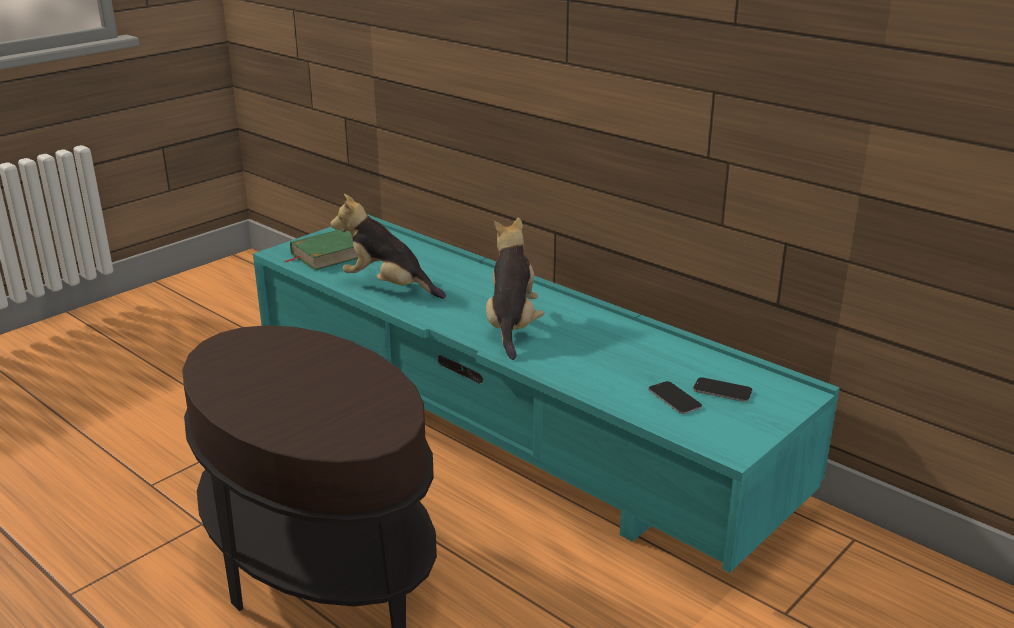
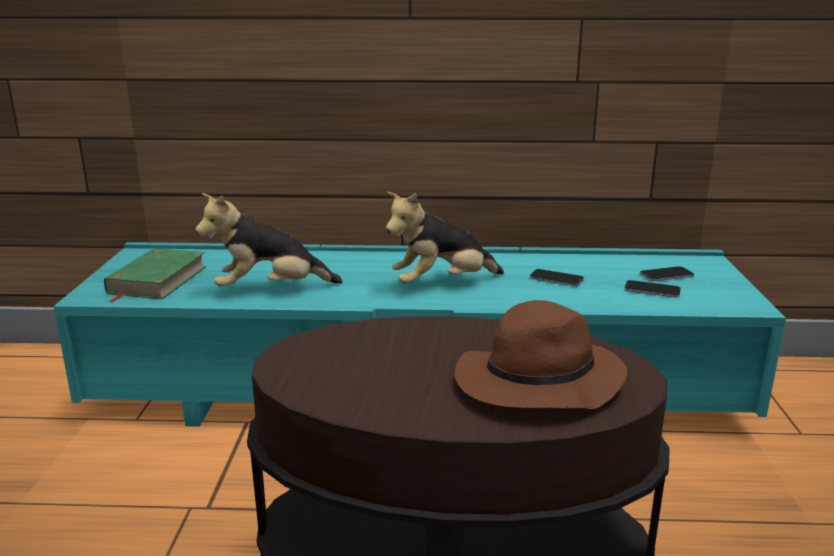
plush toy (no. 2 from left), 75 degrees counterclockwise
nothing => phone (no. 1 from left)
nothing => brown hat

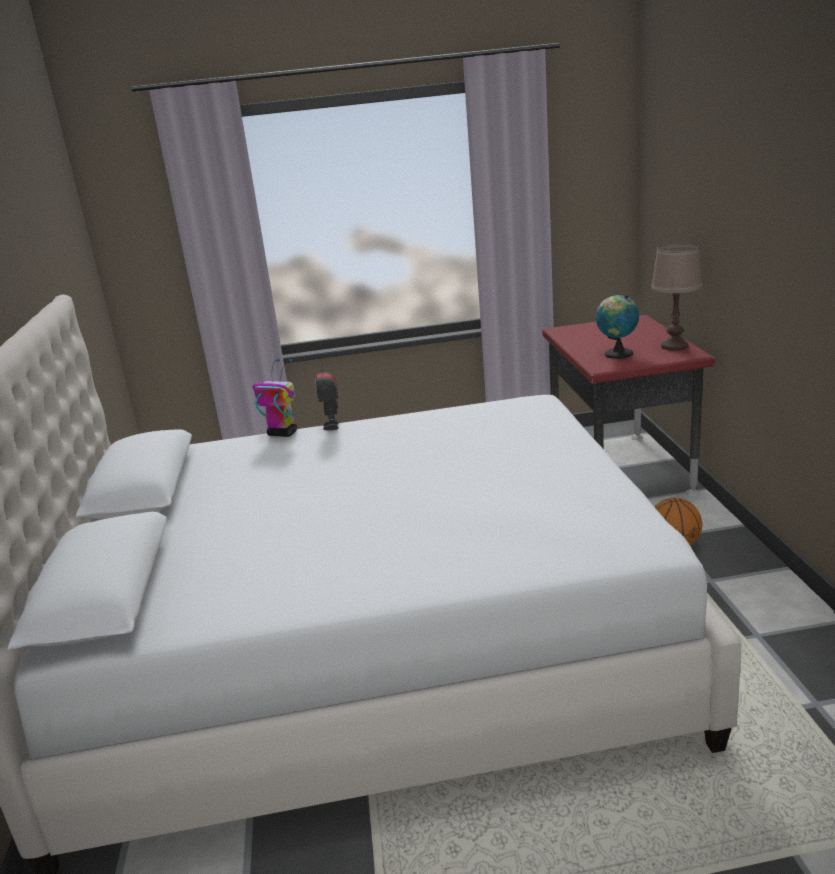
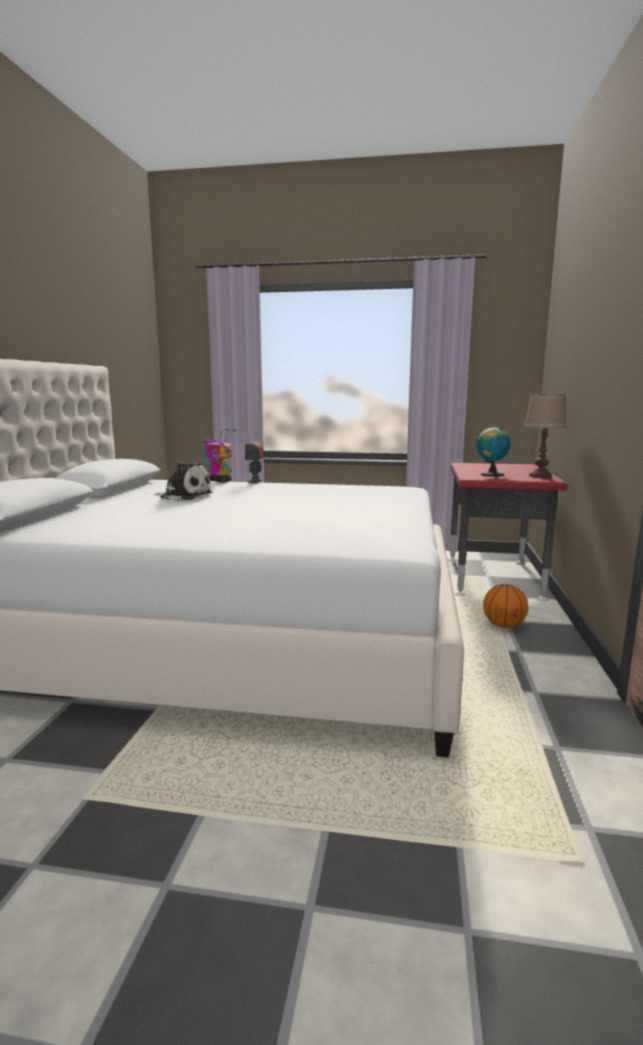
nothing => plush toy

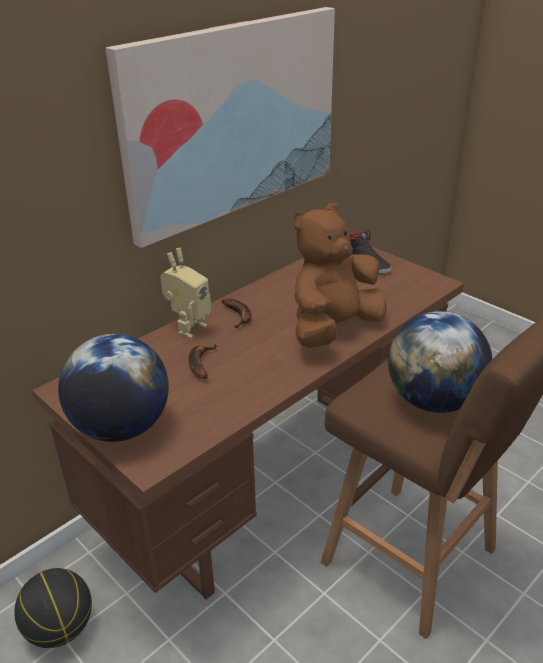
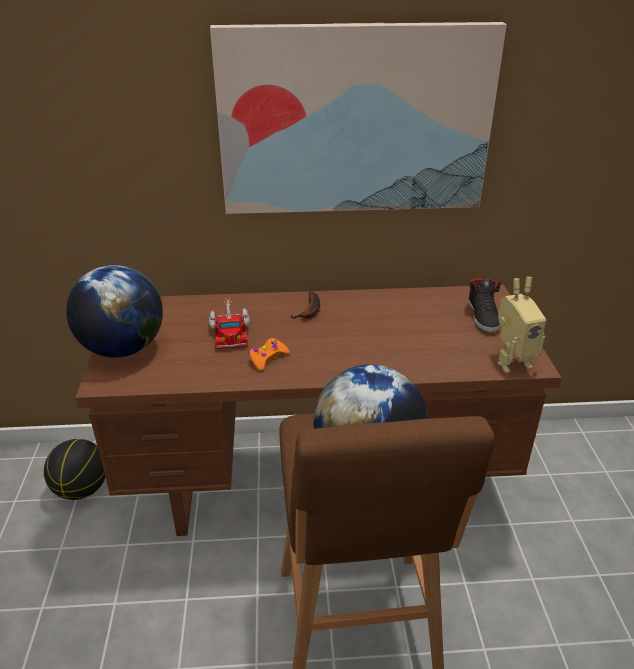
brown plush toy => nothing
toy robot, shifted
banana (no. 1 from left) => toy truck
nothing => orange game controller

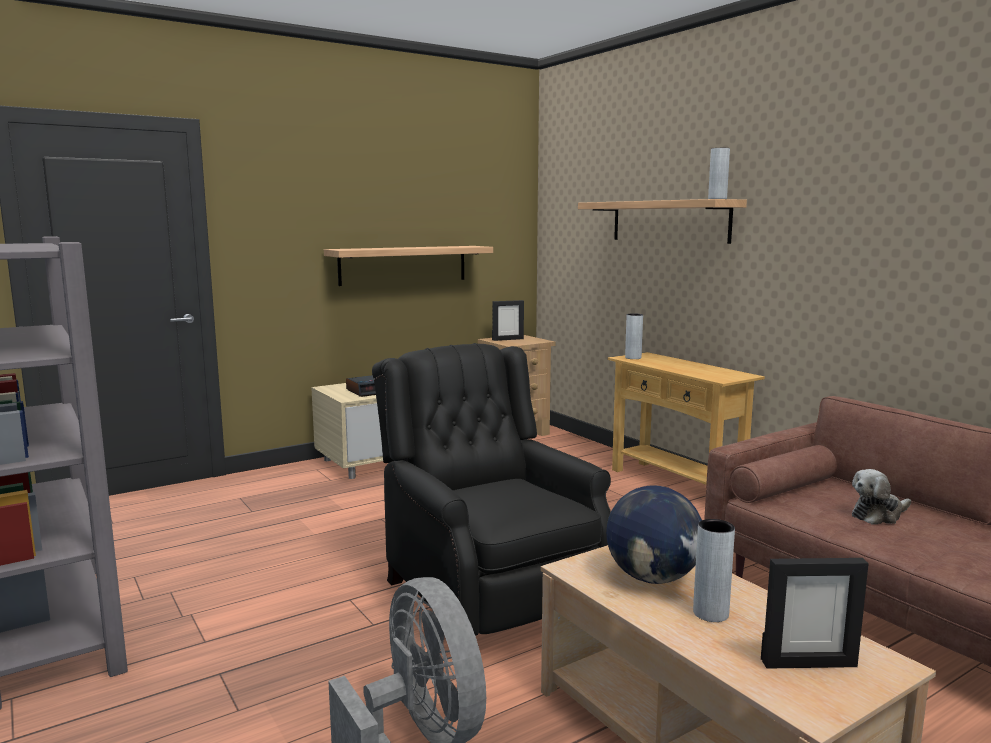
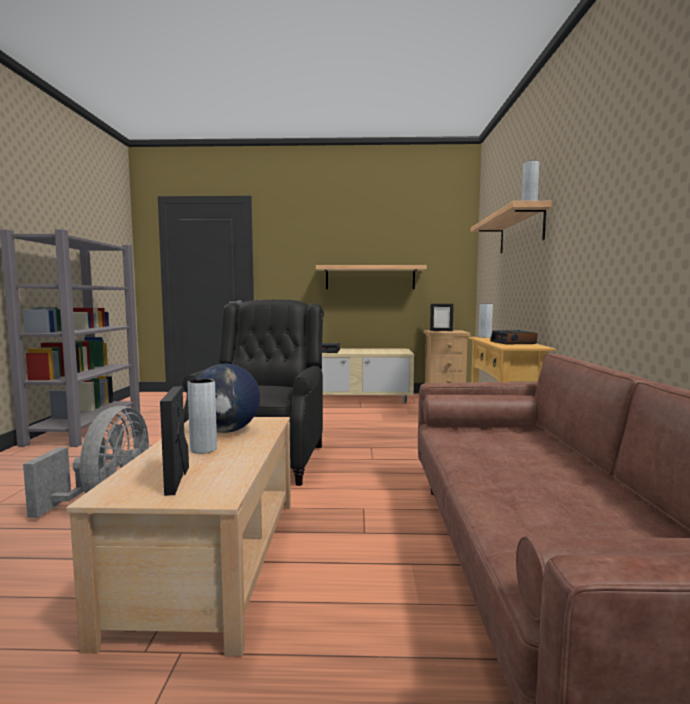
plush toy => nothing
picture frame (no. 2 from left in the first image) => picture frame (no. 1 from left), 45 degrees clockwise
nothing => alarm clock (no. 2 from left)

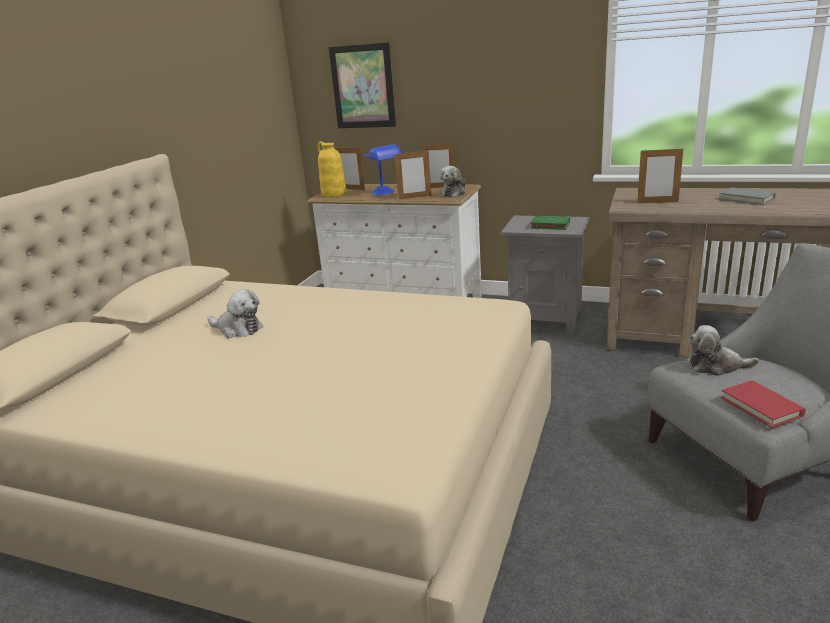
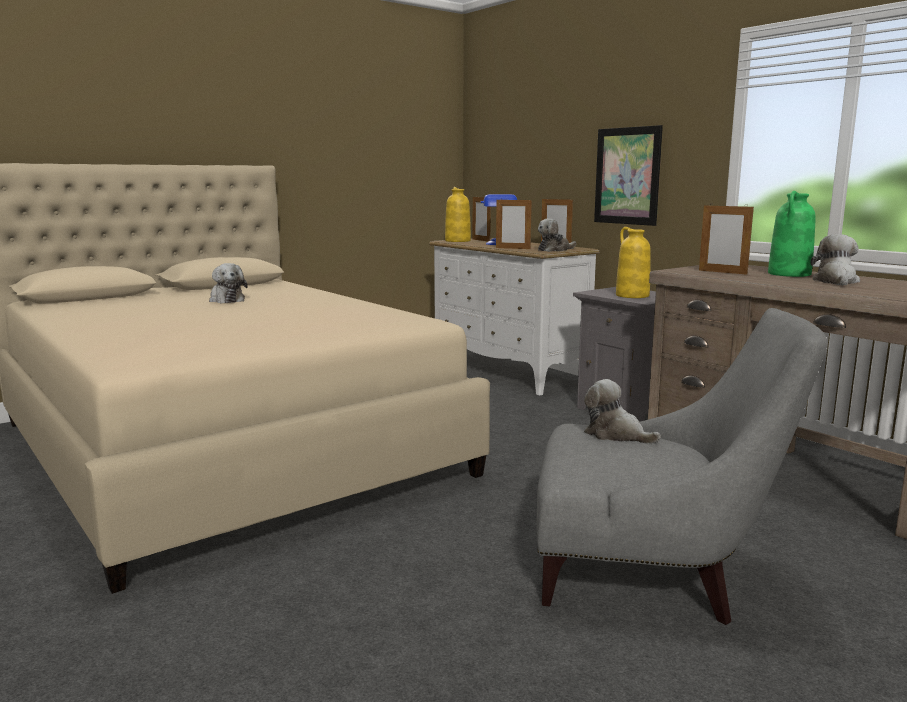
picture, shifted
grey book => plush toy (no. 4 from left)
green book => yellow vase (no. 2 from left)
red book => nothing
nothing => green vase

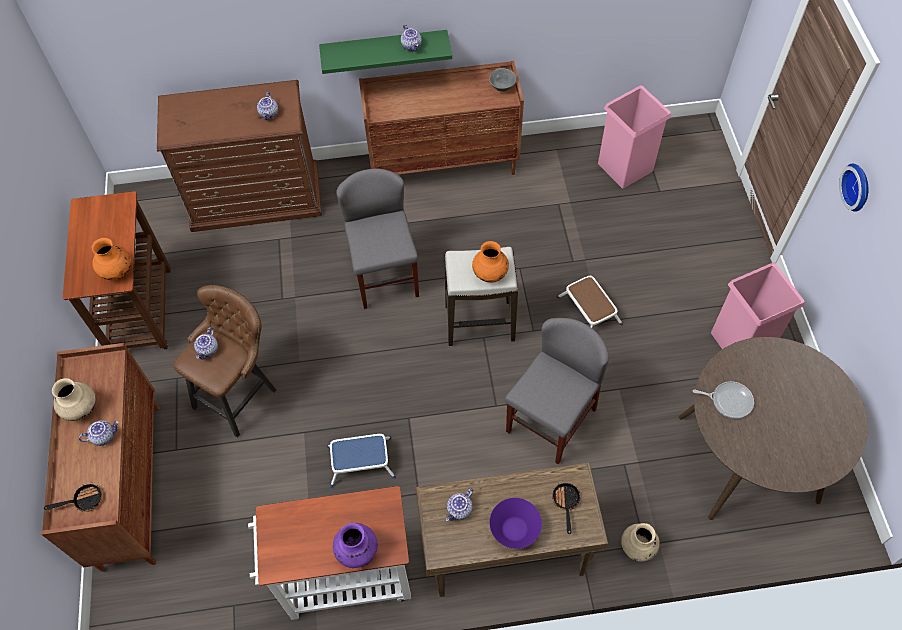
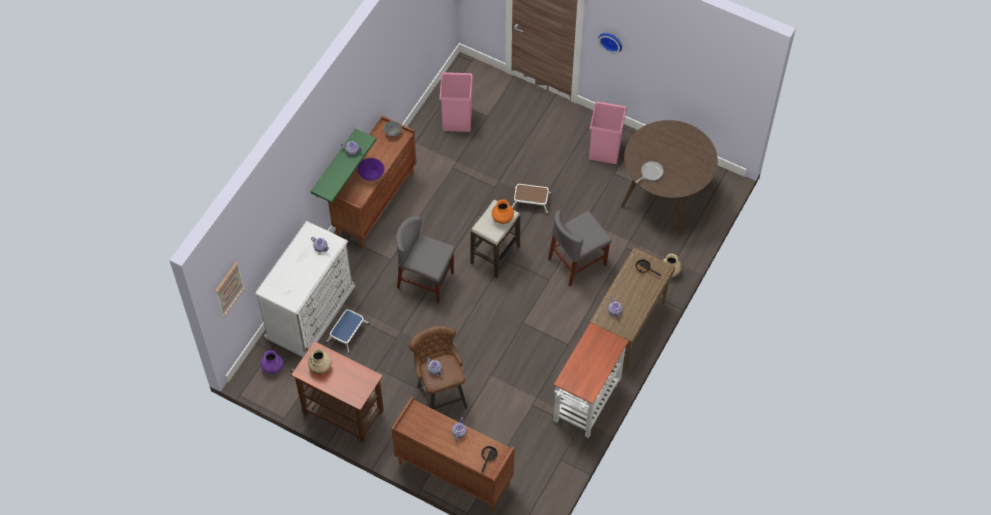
brown dresser => white dresser
orange vase (no. 1 from left) => nothing
grey chair (no. 2 from left), 105 degrees counterclockwise
beige vase (no. 1 from left), shifted
blue step ladder, shifted
purple bowl, shifted
purple vase, shifted
nothing => picture

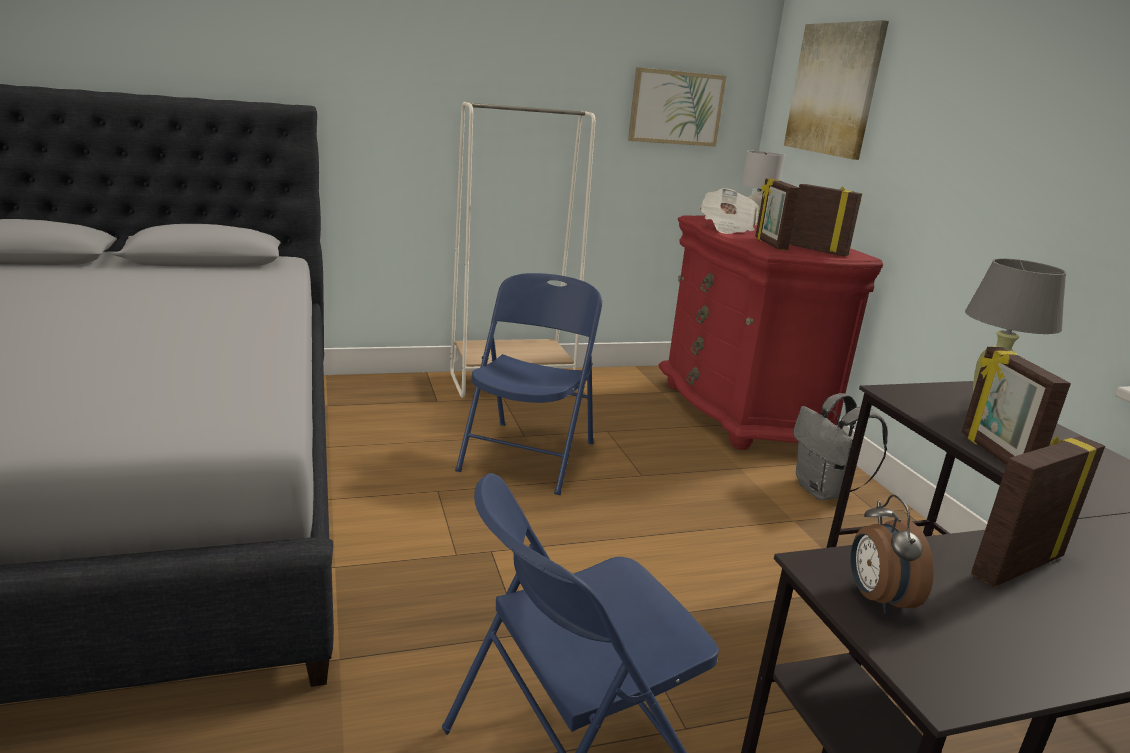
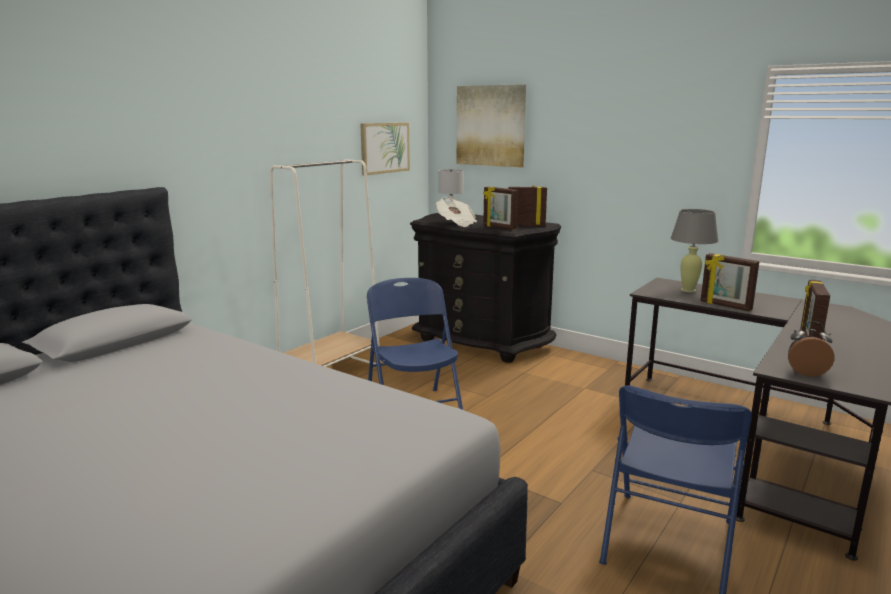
red dresser => black dresser
grey backpack => nothing
alarm clock, 150 degrees clockwise

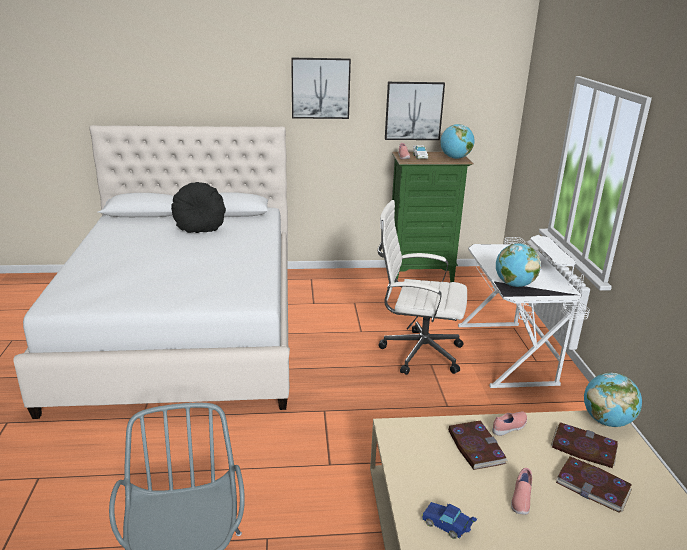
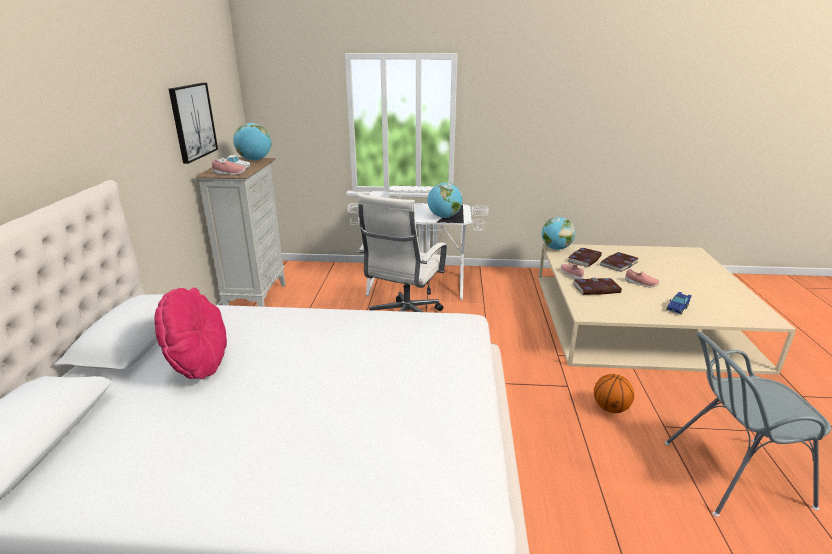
picture (no. 1 from left) => nothing
green dresser => white dresser
black pillow => pink pillow
nothing => basketball

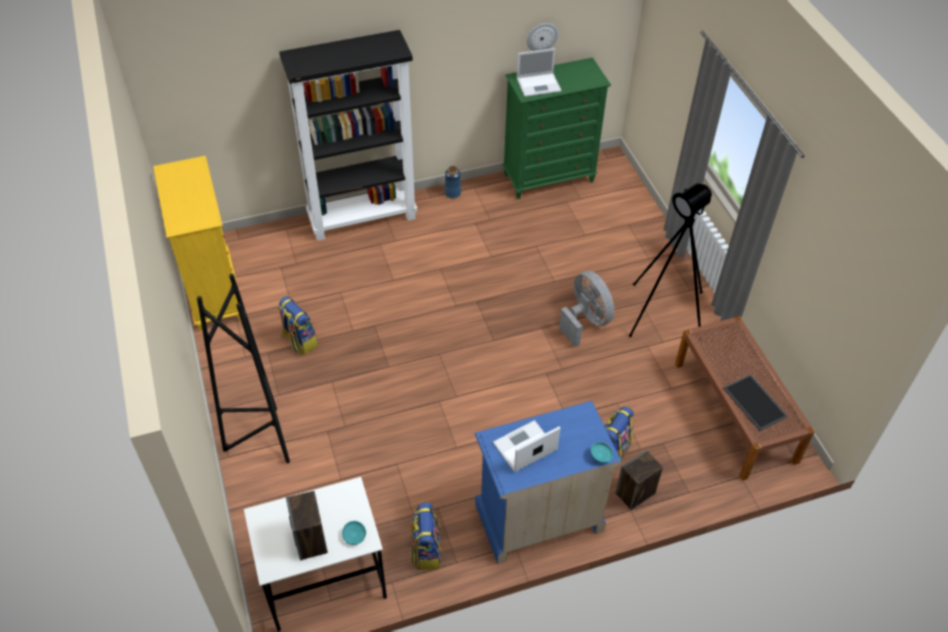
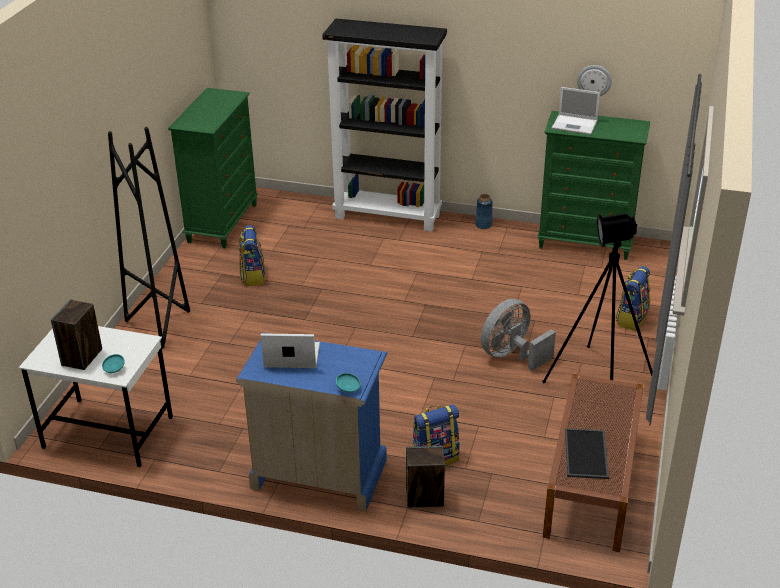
yellow dresser => green dresser (no. 1 from left)
grey fan, 135 degrees counterclockwise
backpack (no. 2 from left in the first image) => backpack (no. 3 from left), shifted

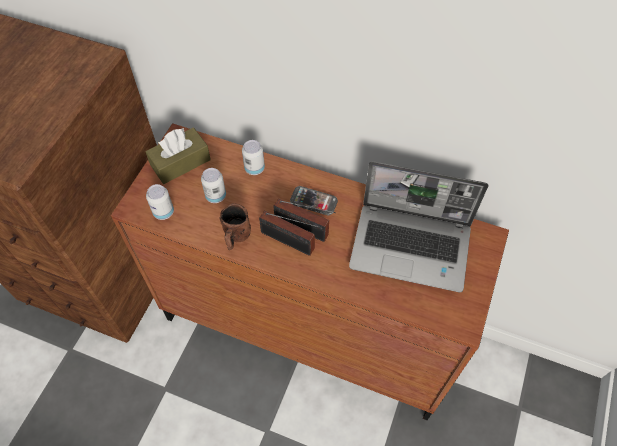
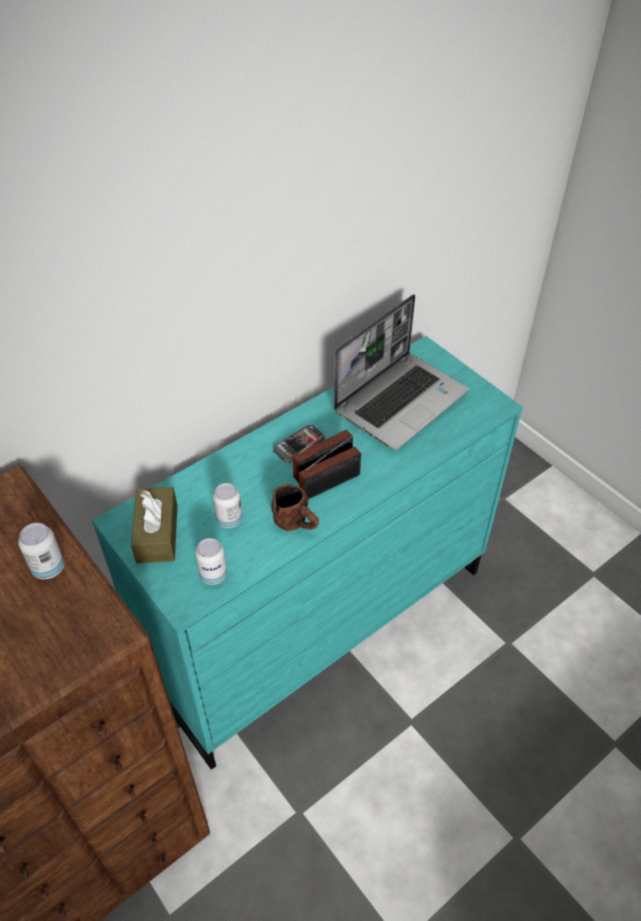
brown dresser (no. 2 from left) => turquoise dresser
can (no. 3 from left in the first image) => can (no. 1 from left), shifted

